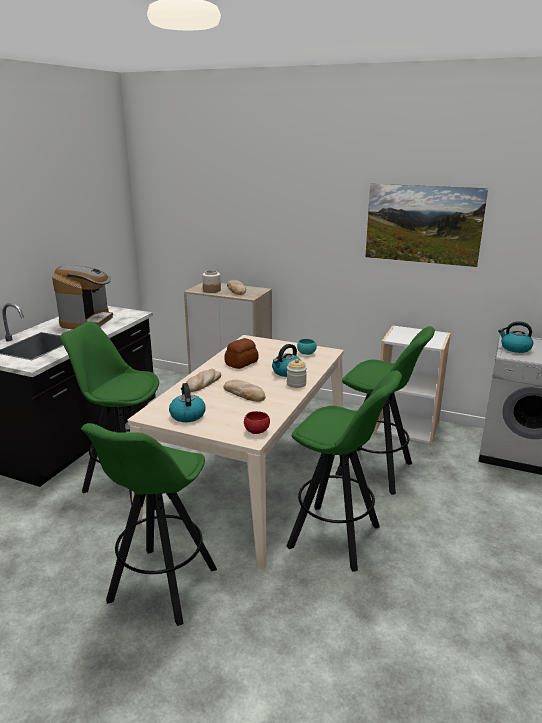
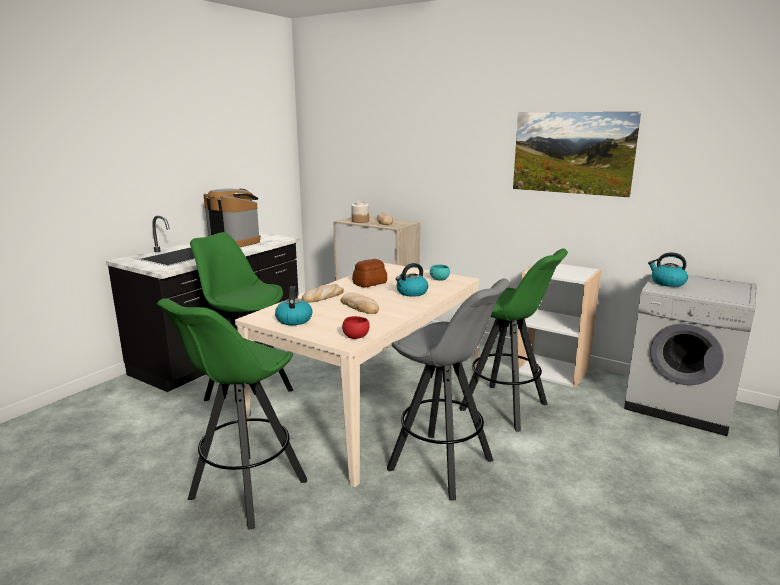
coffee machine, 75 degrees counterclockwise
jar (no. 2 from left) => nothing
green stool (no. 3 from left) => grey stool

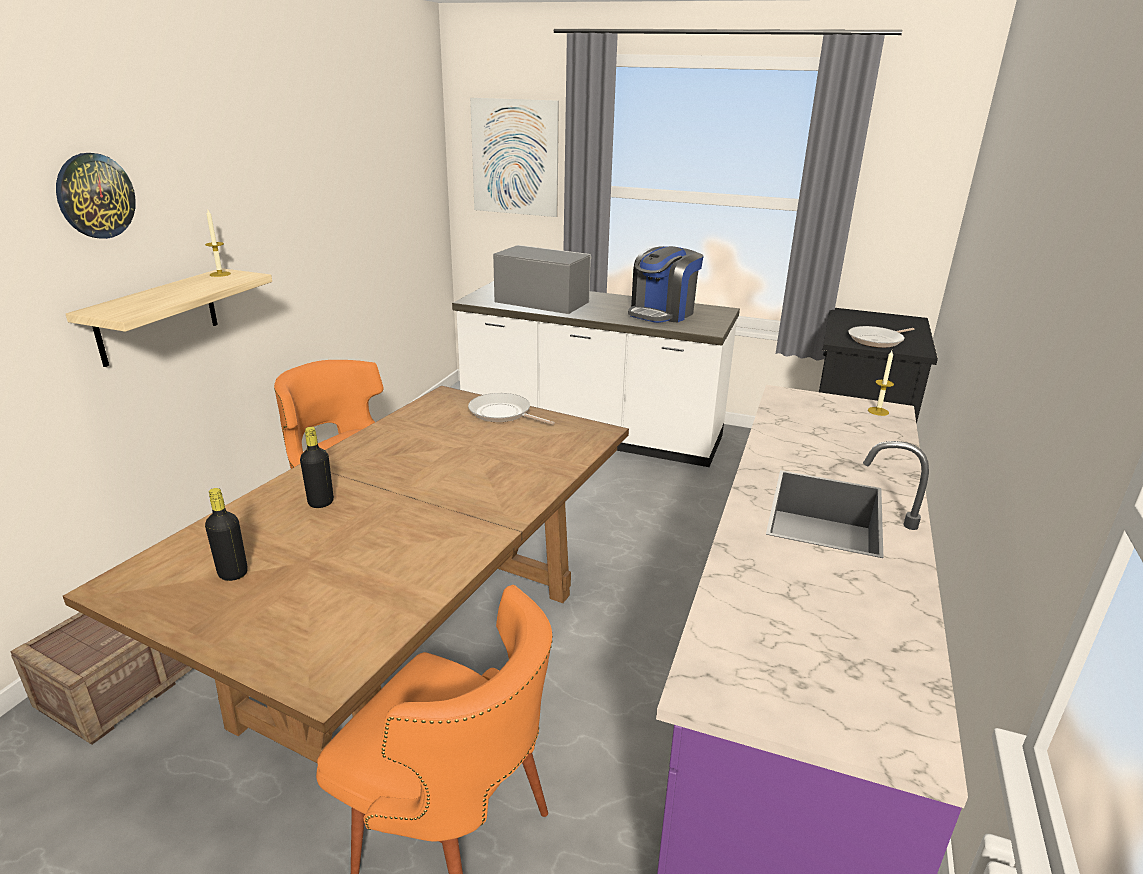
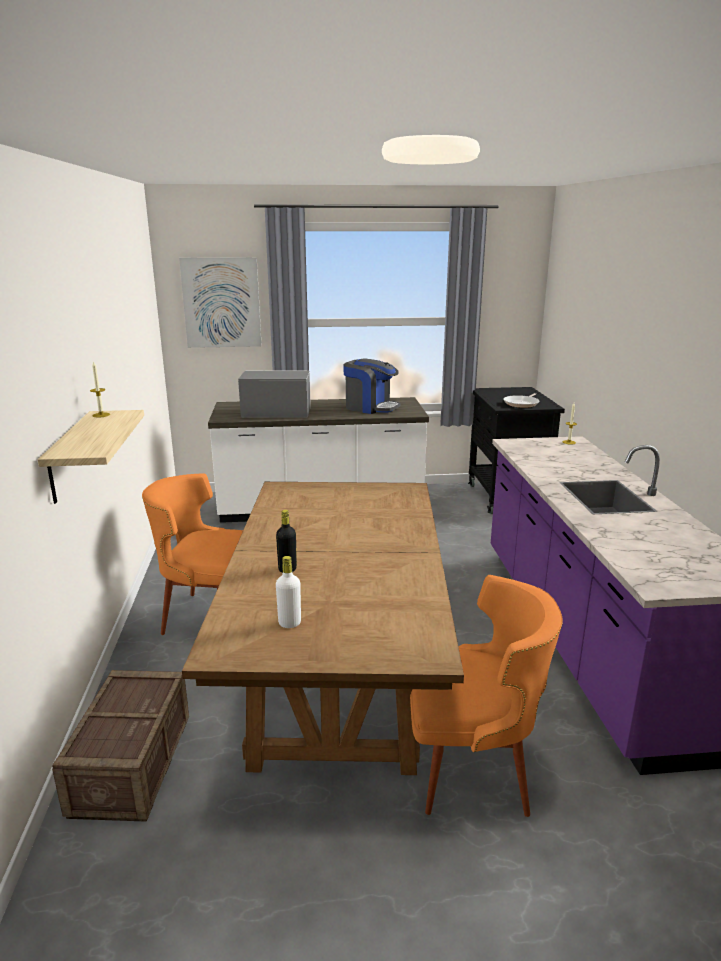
wall clock => nothing
coffee machine, 75 degrees counterclockwise
frying pan (no. 1 from left) => nothing
black bottle (no. 1 from left) => white bottle

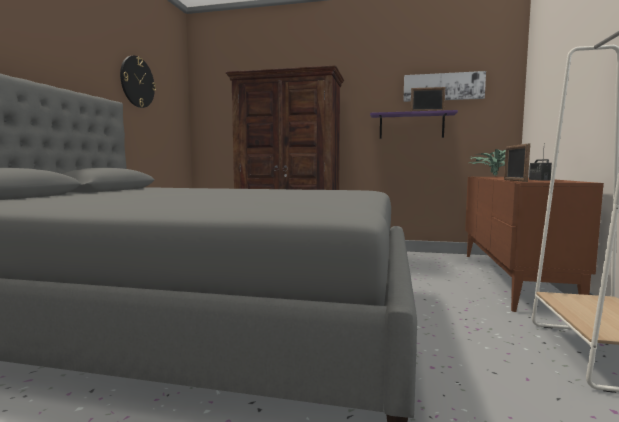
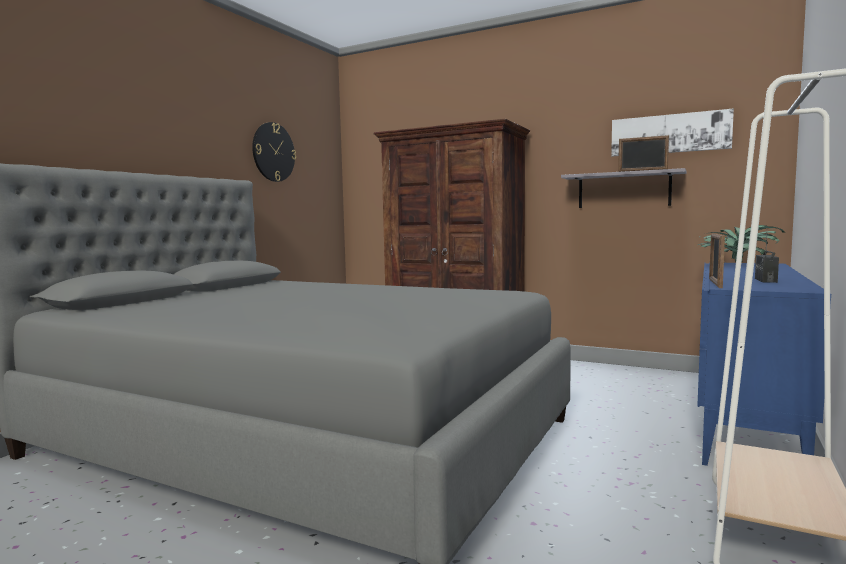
purple shelf => grey shelf
brown dresser => blue dresser

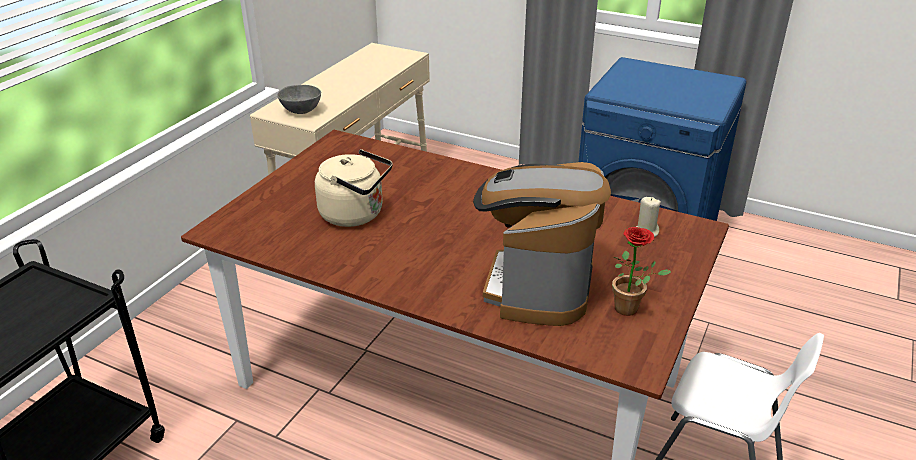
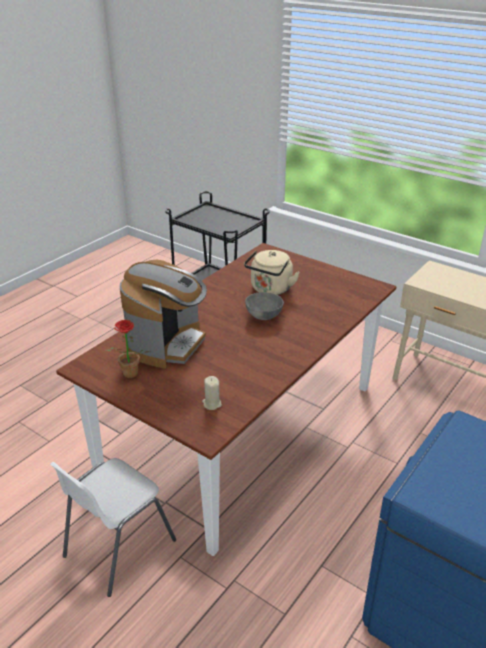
grey bowl, shifted
coffee machine, 90 degrees clockwise

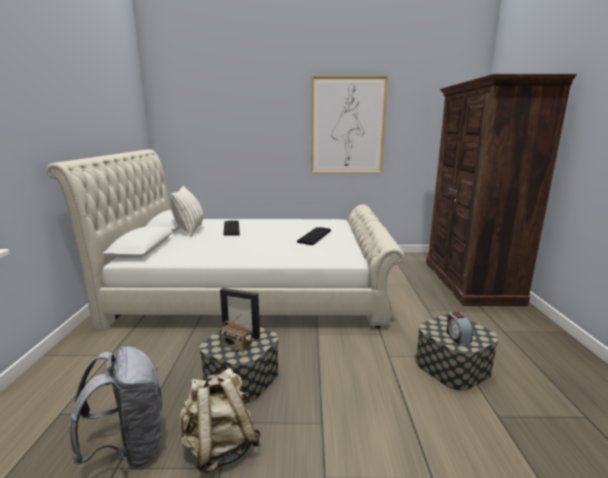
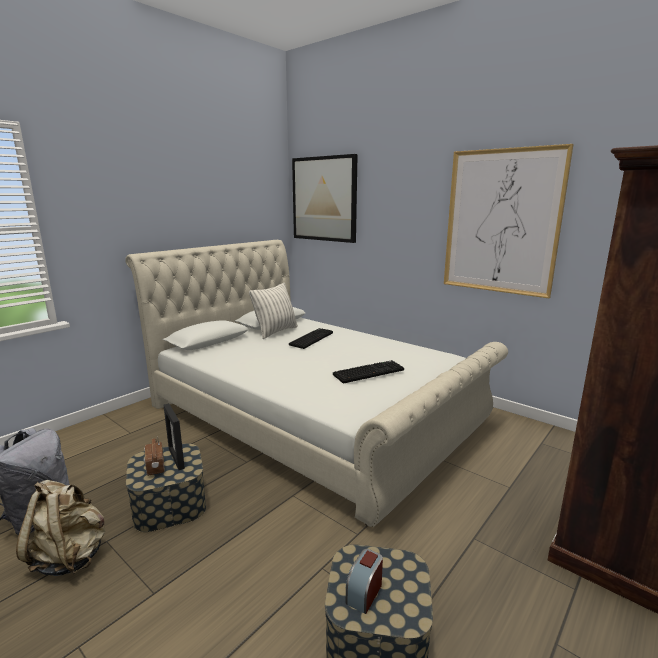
nothing => picture (no. 1 from left)

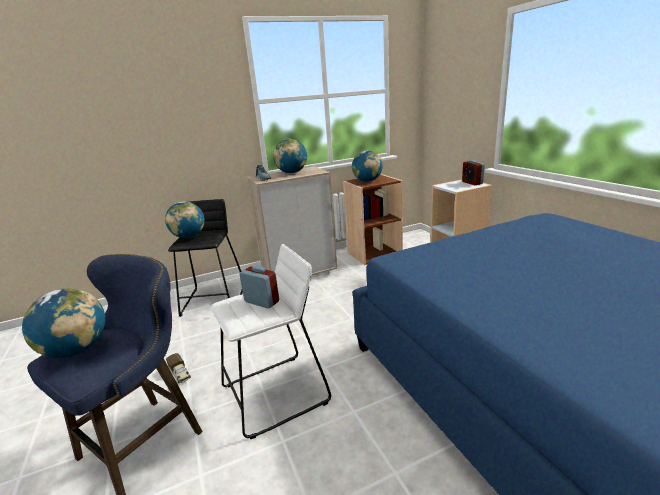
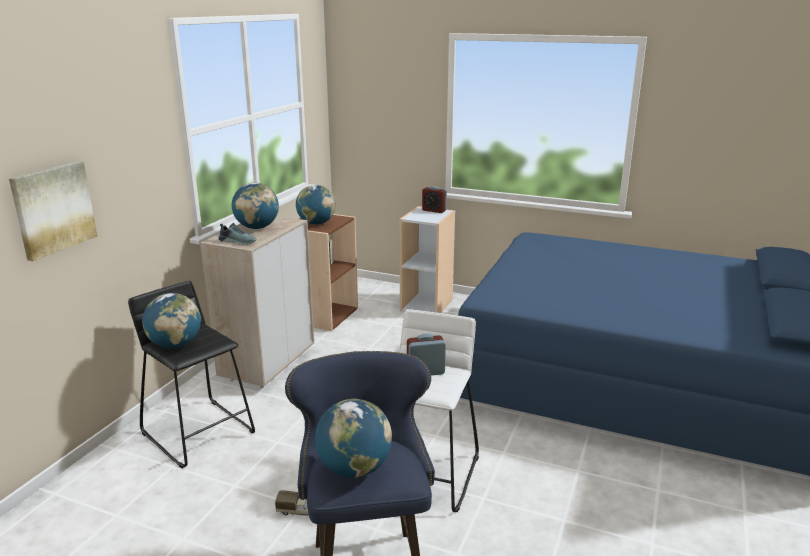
nothing => picture

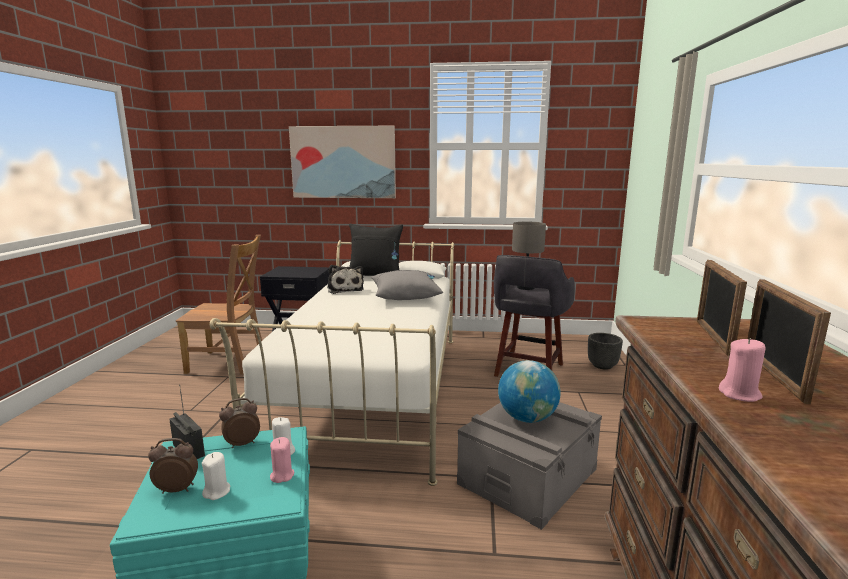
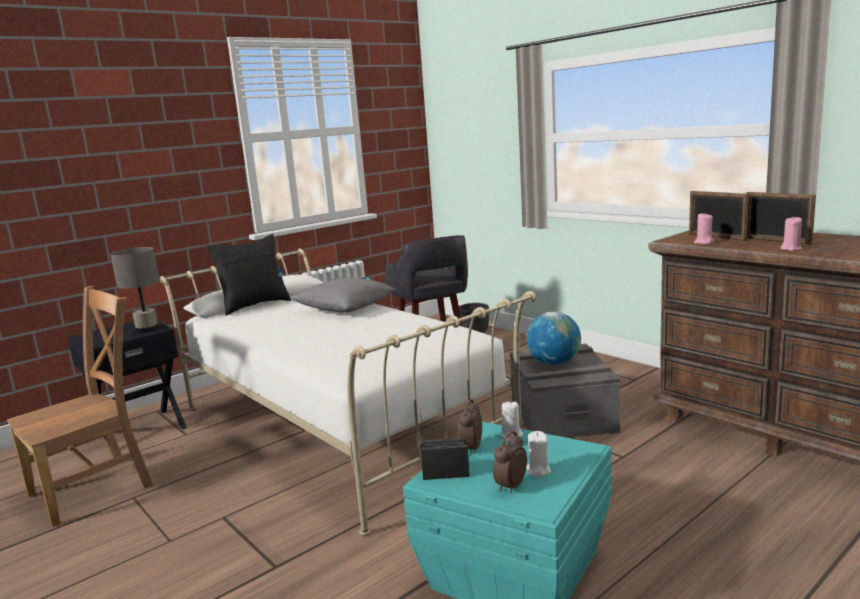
picture => nothing
grey table lamp, shifted
plush toy => nothing
pink candle (no. 1 from left), shifted

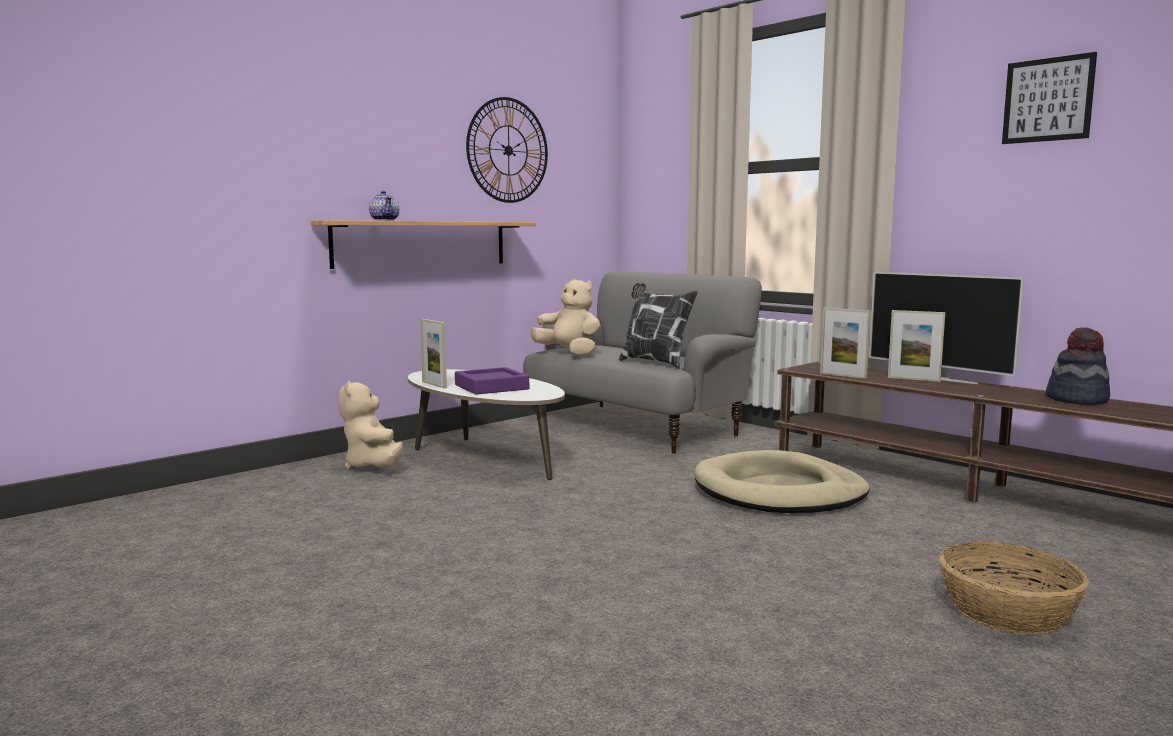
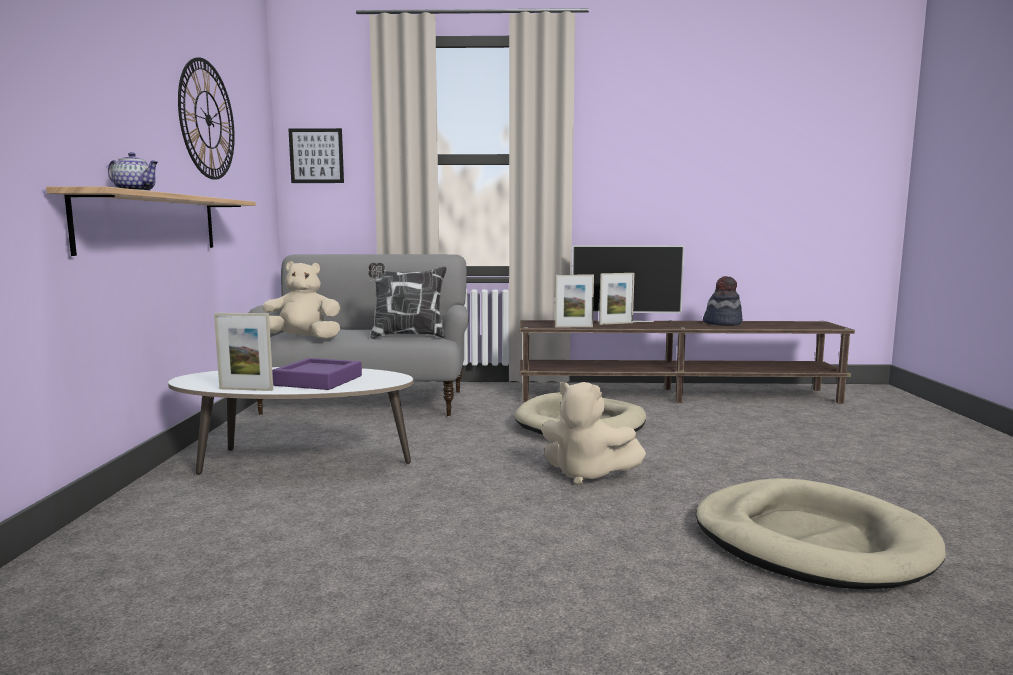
picture, shifted
beige plush toy (no. 1 from left in the first image) => beige plush toy (no. 2 from left), shifted
basket => nothing
nothing => beige dog bed (no. 2 from left)

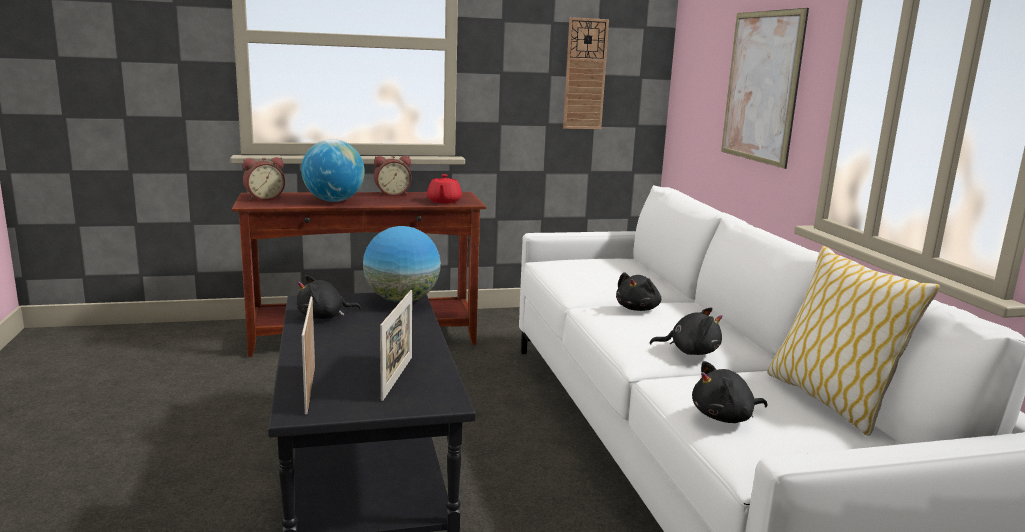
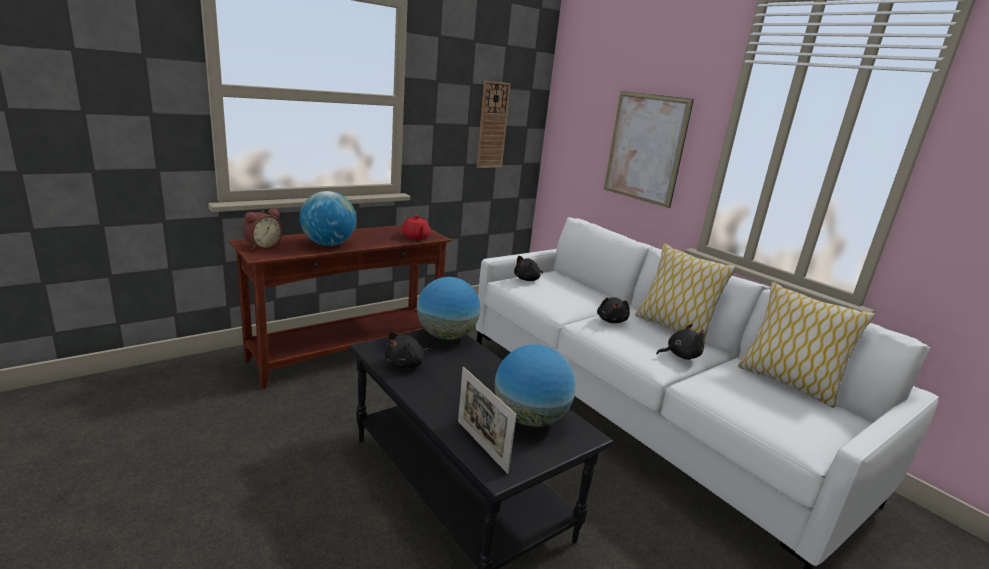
alarm clock (no. 2 from left) => nothing
picture frame (no. 2 from left) => globe (no. 3 from left)
black plush toy (no. 4 from left in the first image) => black plush toy (no. 2 from left), shifted
nothing => pillow (no. 1 from left)

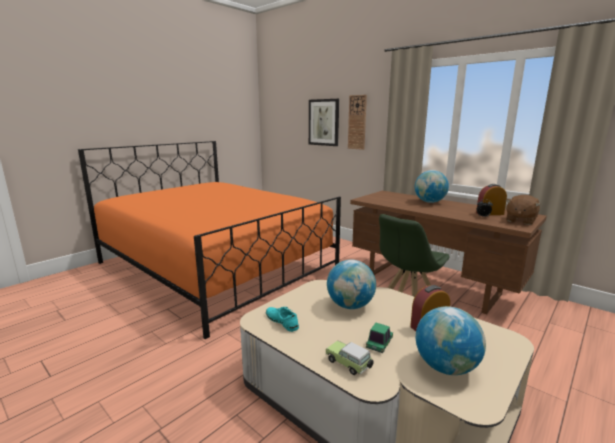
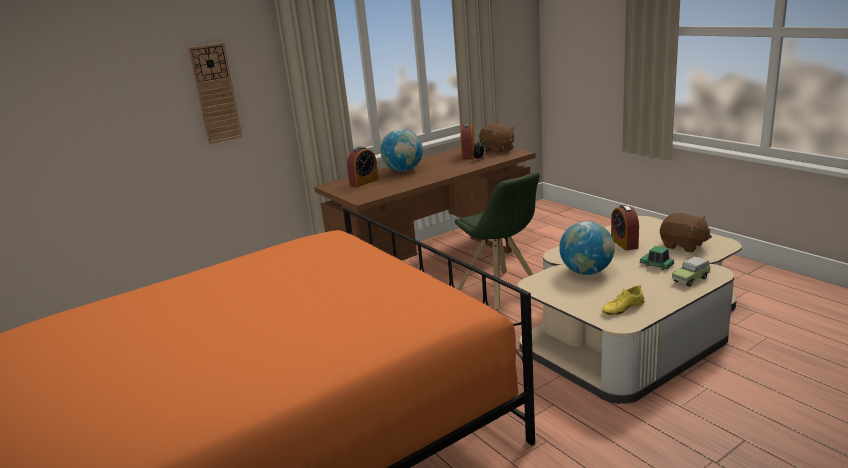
picture => nothing
globe (no. 3 from left) => brown plush toy (no. 2 from left)
turquoise shoe => yellow shoe
nothing => alarm clock (no. 1 from left)

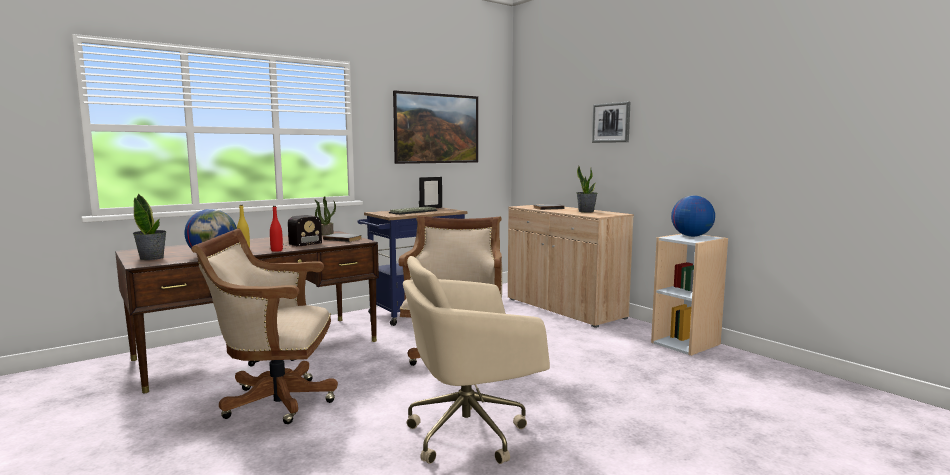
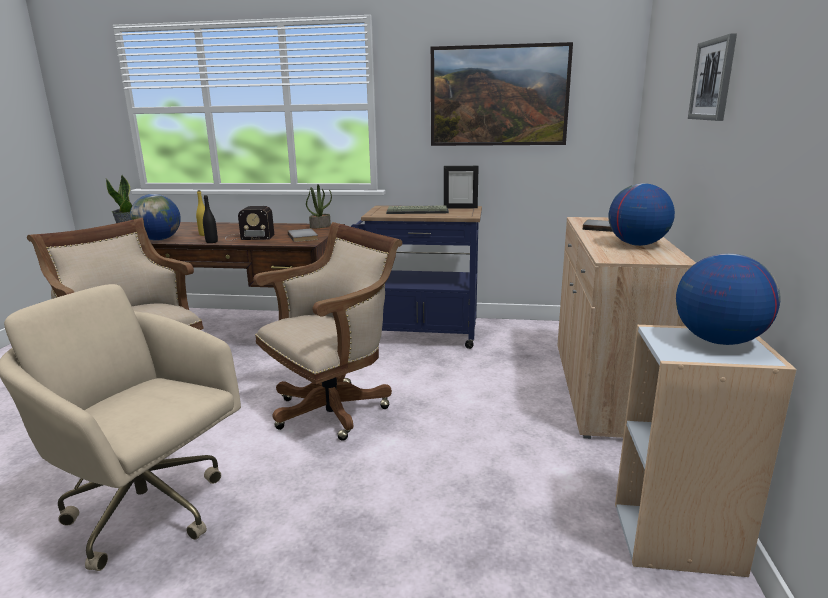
potted plant (no. 3 from left) => globe (no. 2 from left)
red bottle => black bottle

